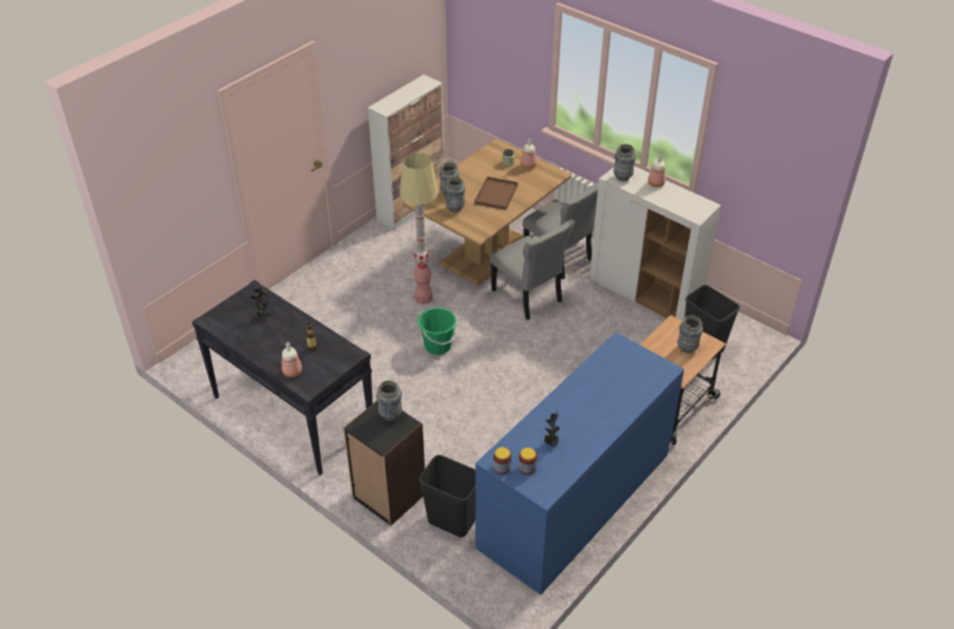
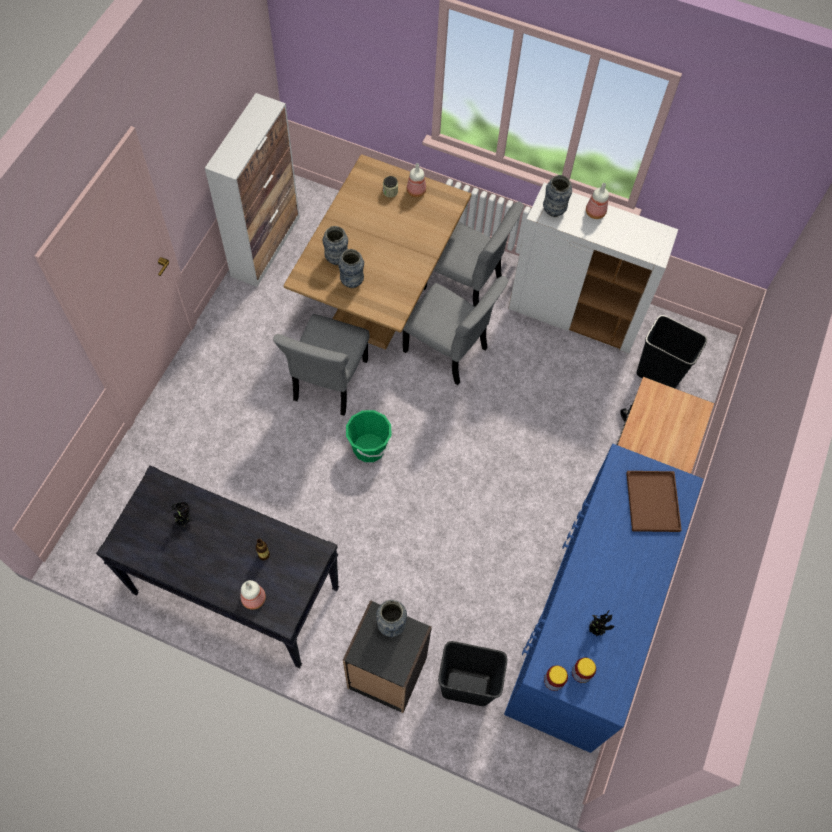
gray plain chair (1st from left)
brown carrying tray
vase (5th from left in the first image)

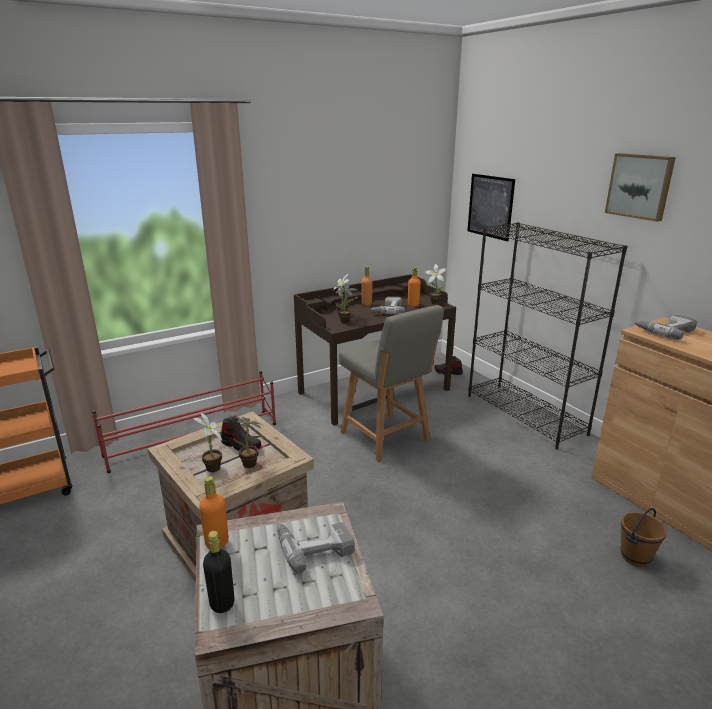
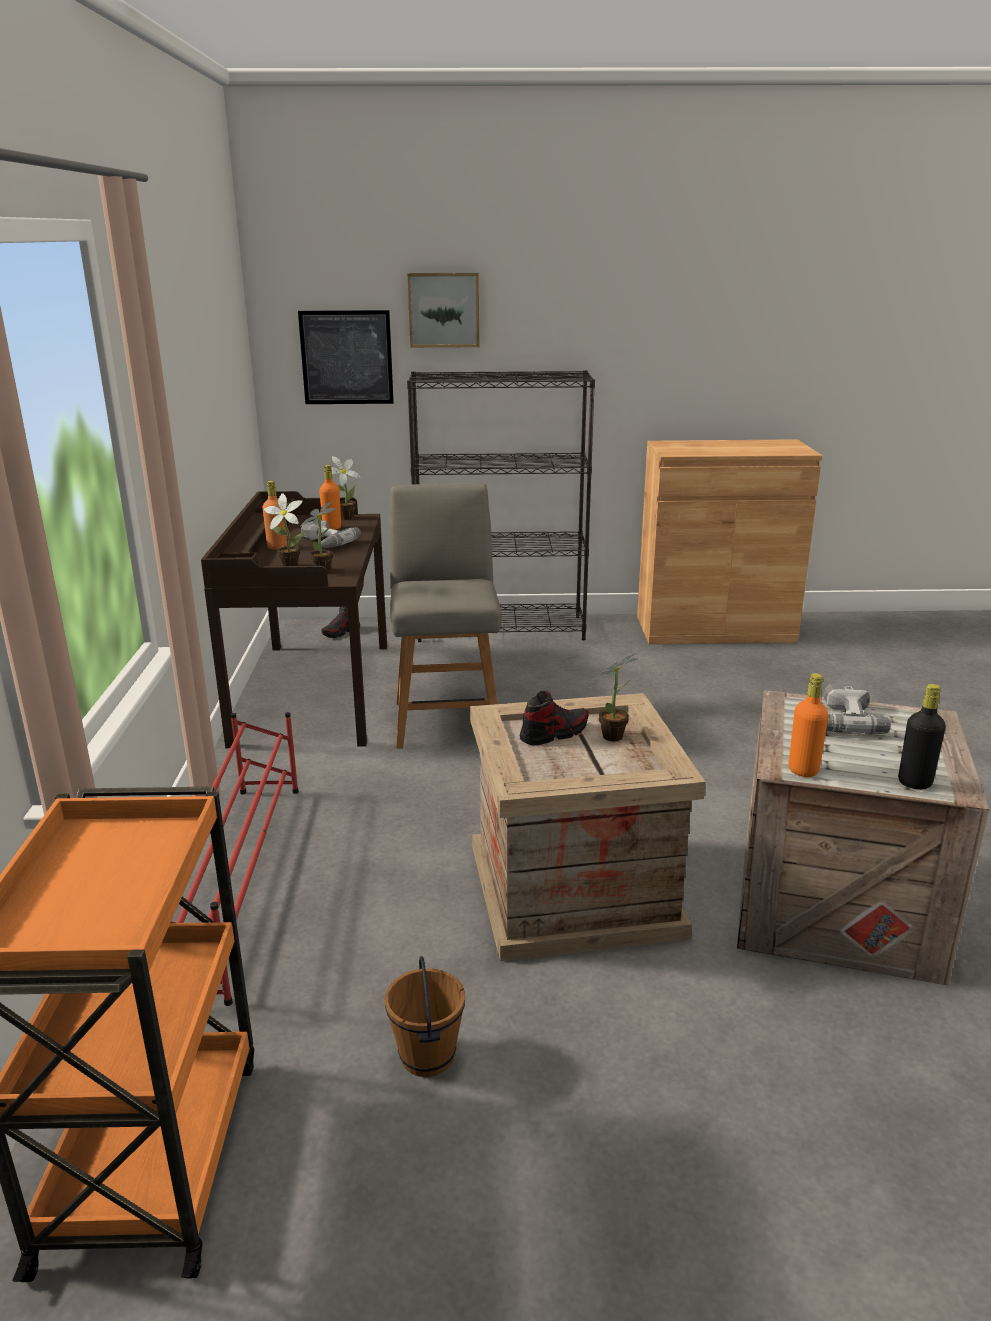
picture (2nd from left)
gray plain chair
electric drill (3rd from left in the first image)
houseplant (1st from left in the first image)
brown water bucket

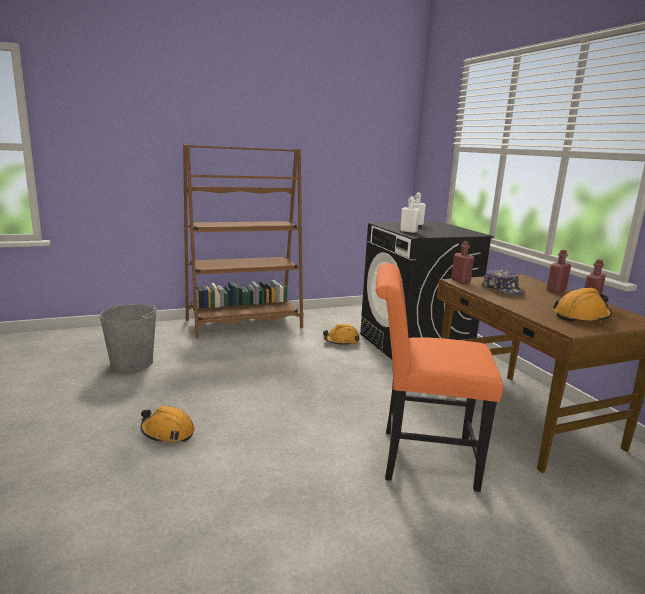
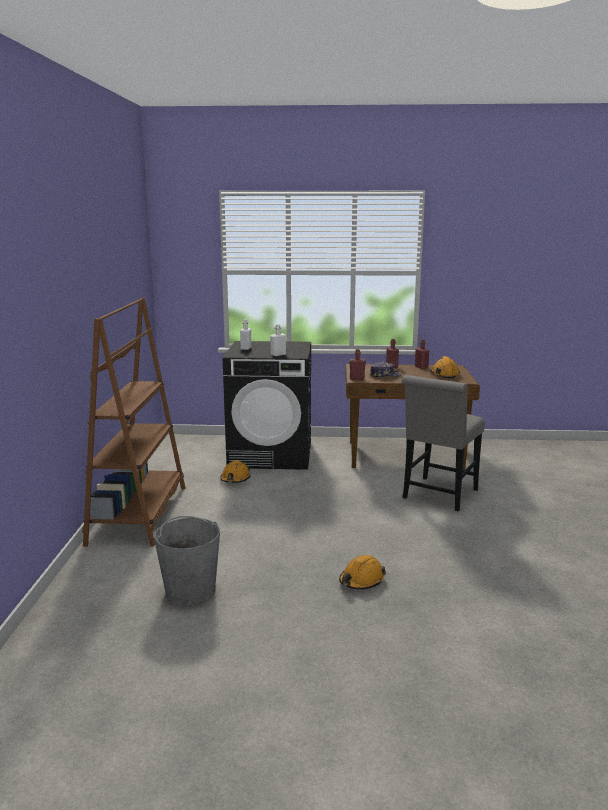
gray plain chair

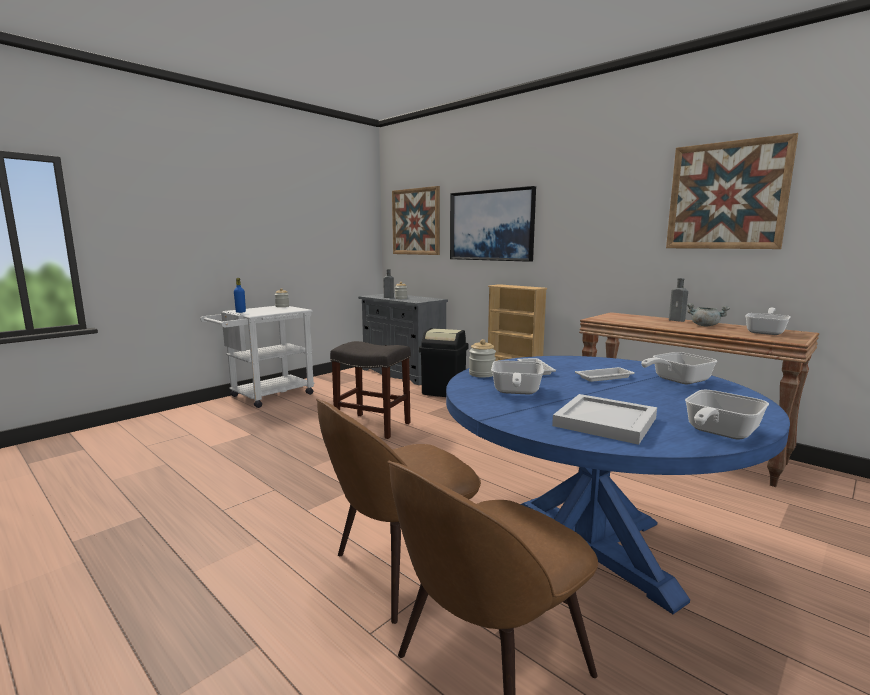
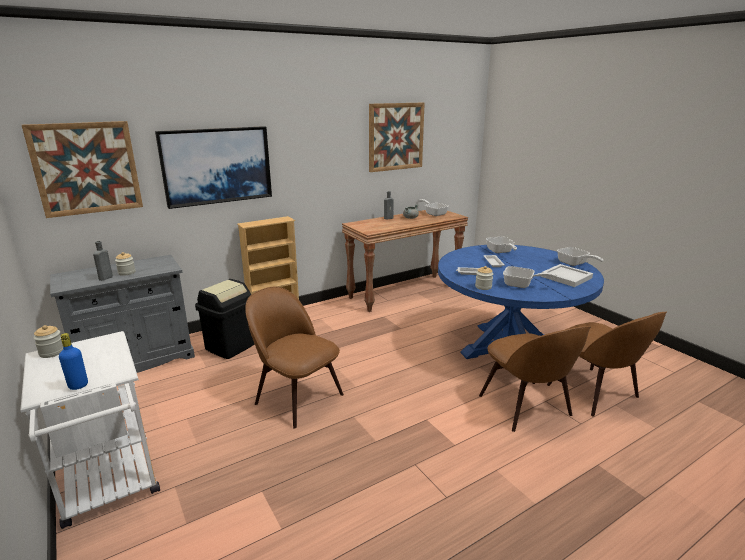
brown plain chair (1st from left)

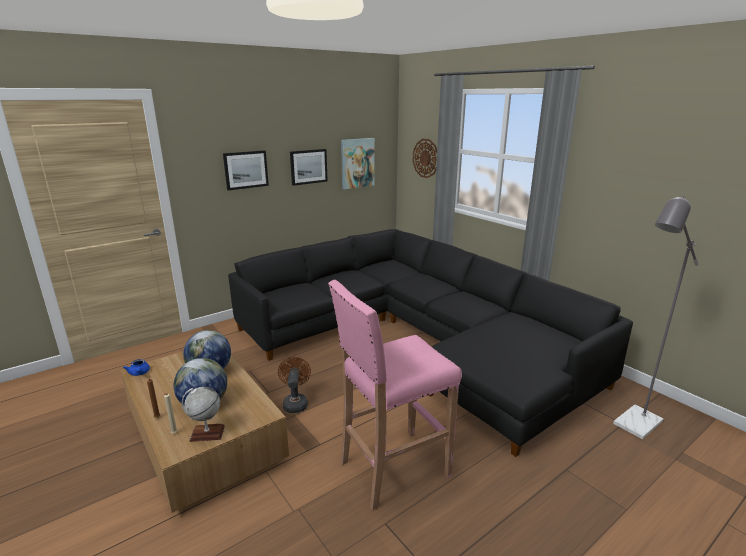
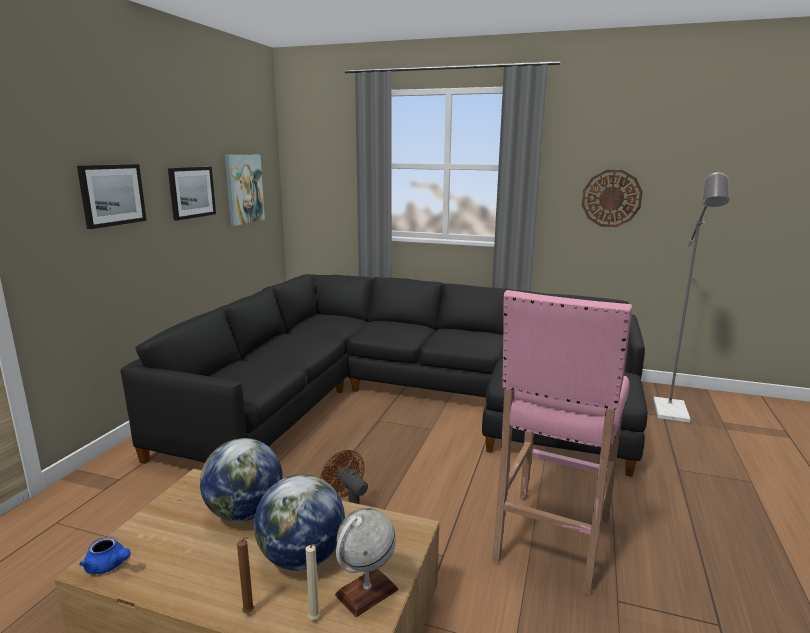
wall clock

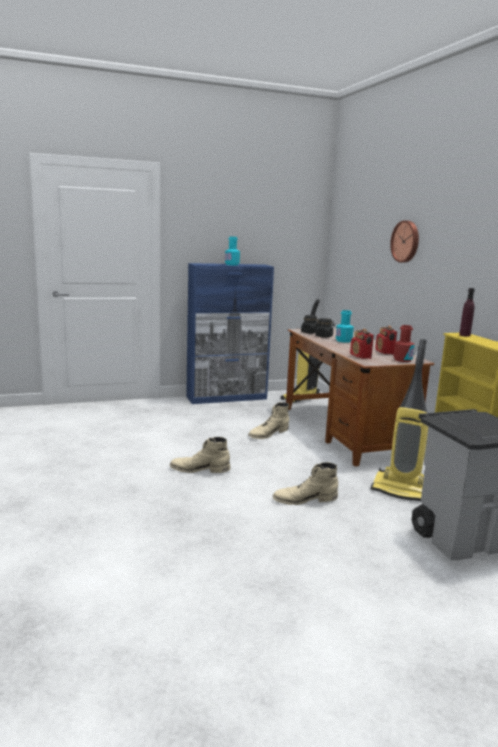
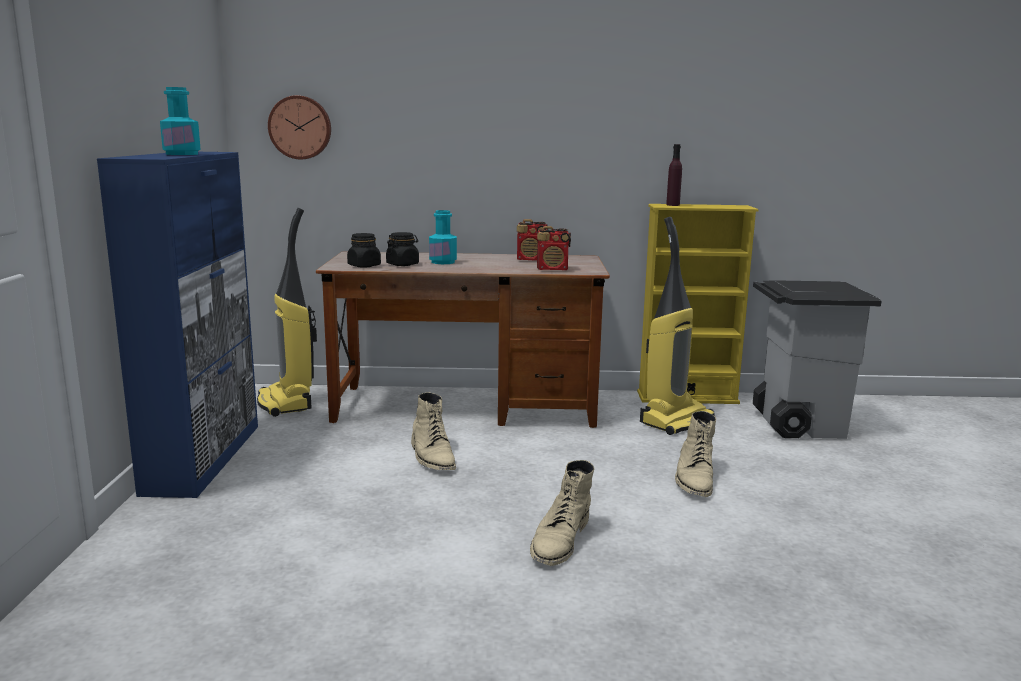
wall clock
red-coloured drink bottle

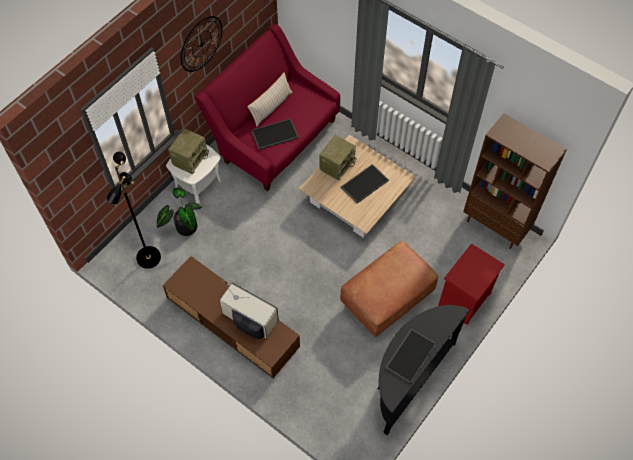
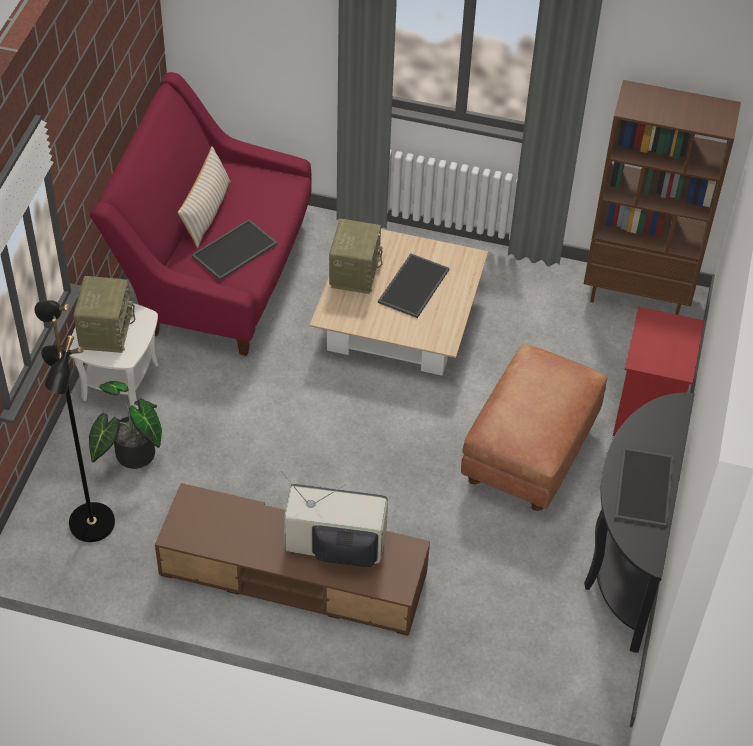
wall clock

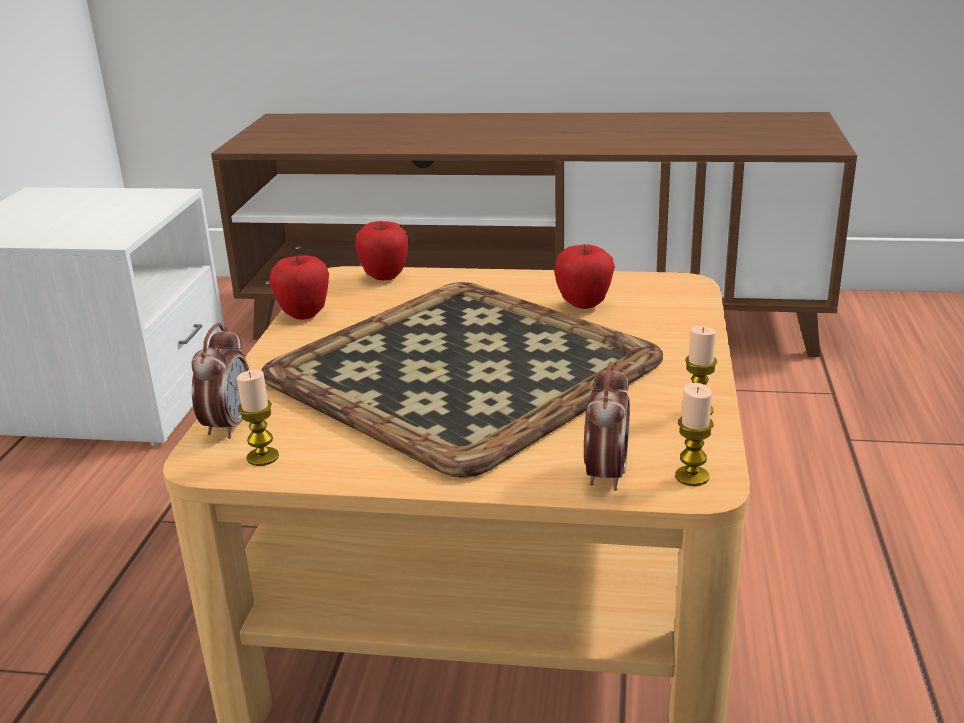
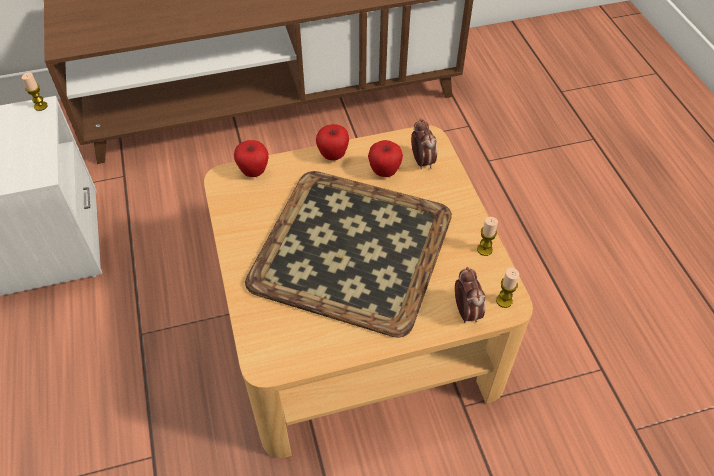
whole apple (2nd from left)
alarm clock (1st from left)
wax light (1st from left)

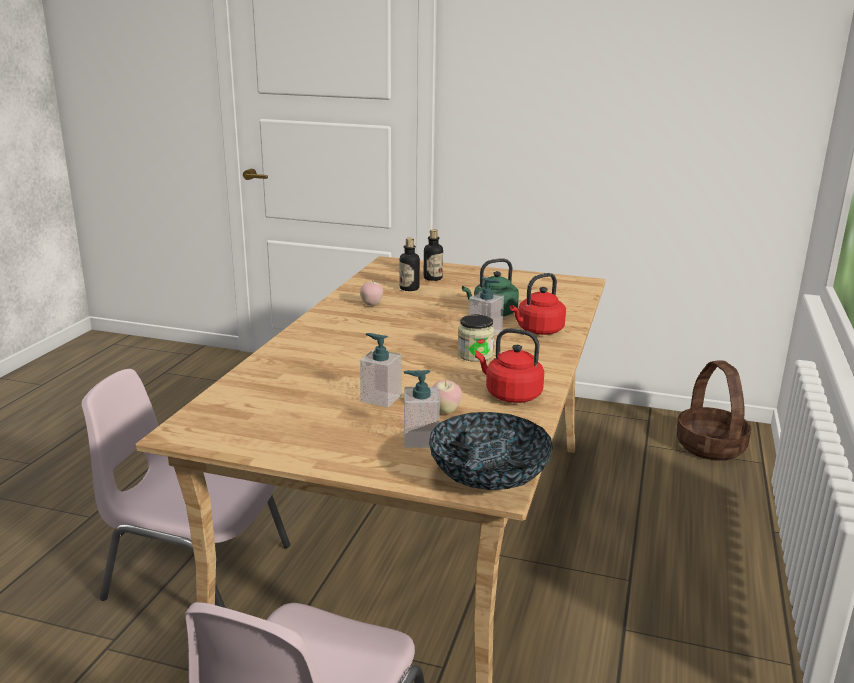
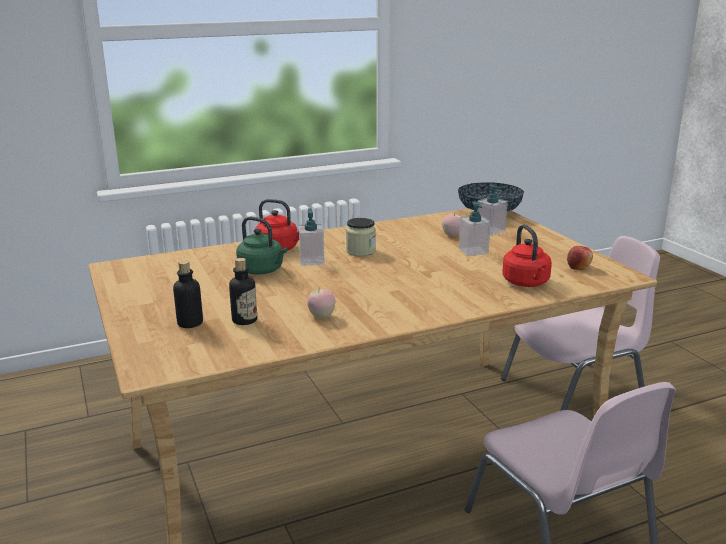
red-coloured kettle (2nd from left)
household basket
whole apple (3rd from left)

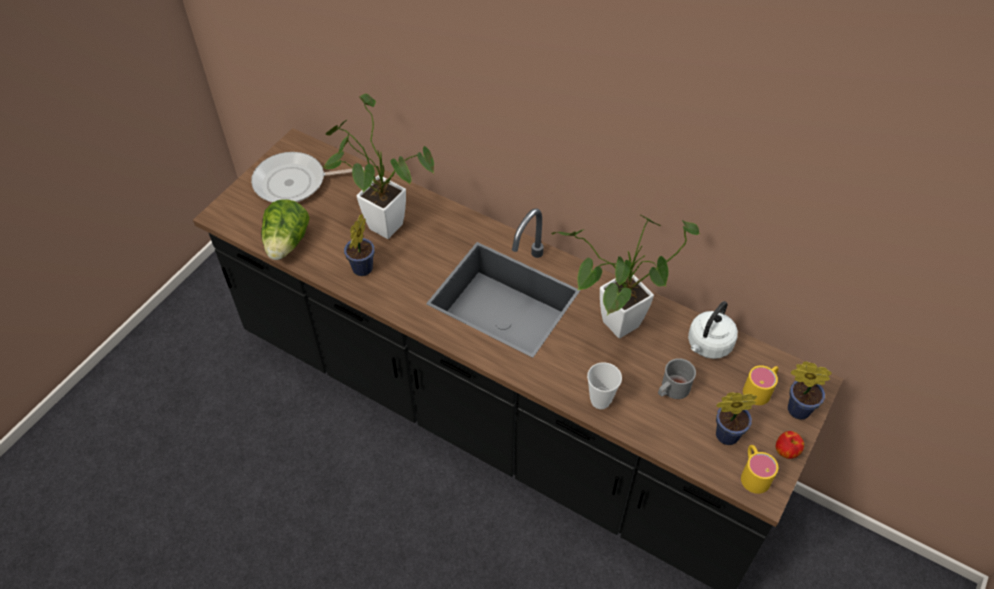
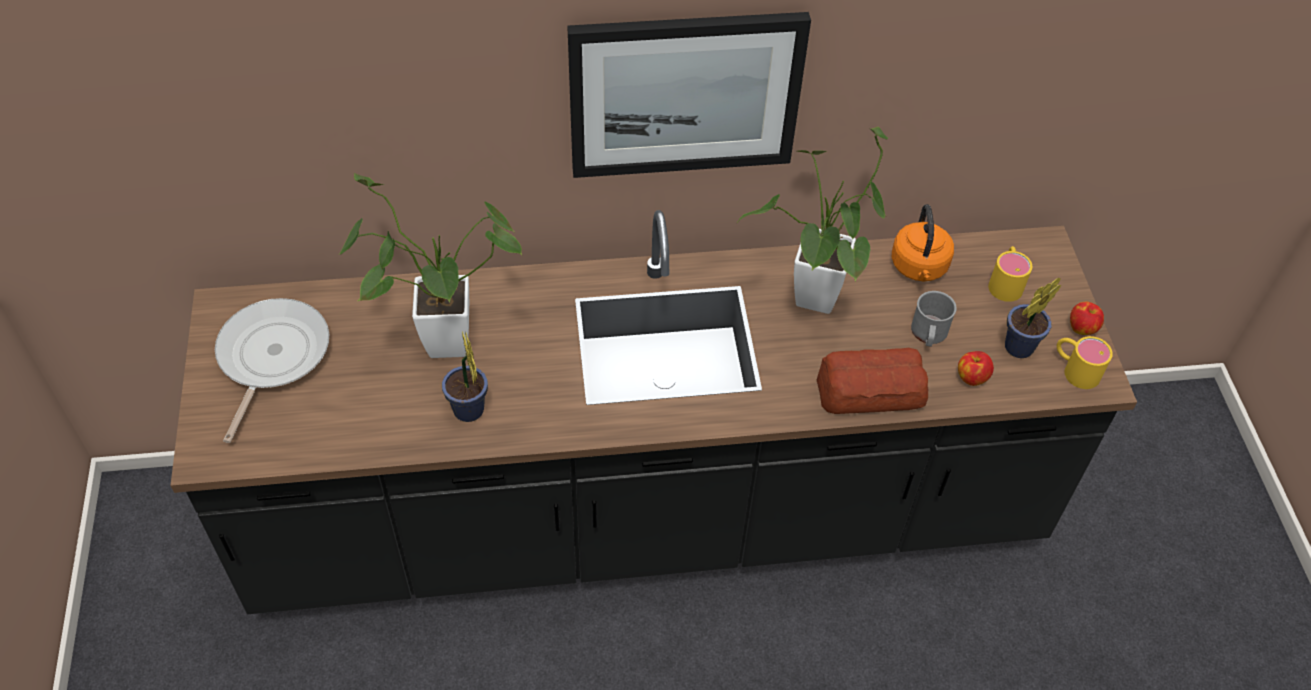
pan
head of lettuce
orange kettle
houseplant (5th from left in the first image)
bakery bread
picture
whole apple (1st from left)

